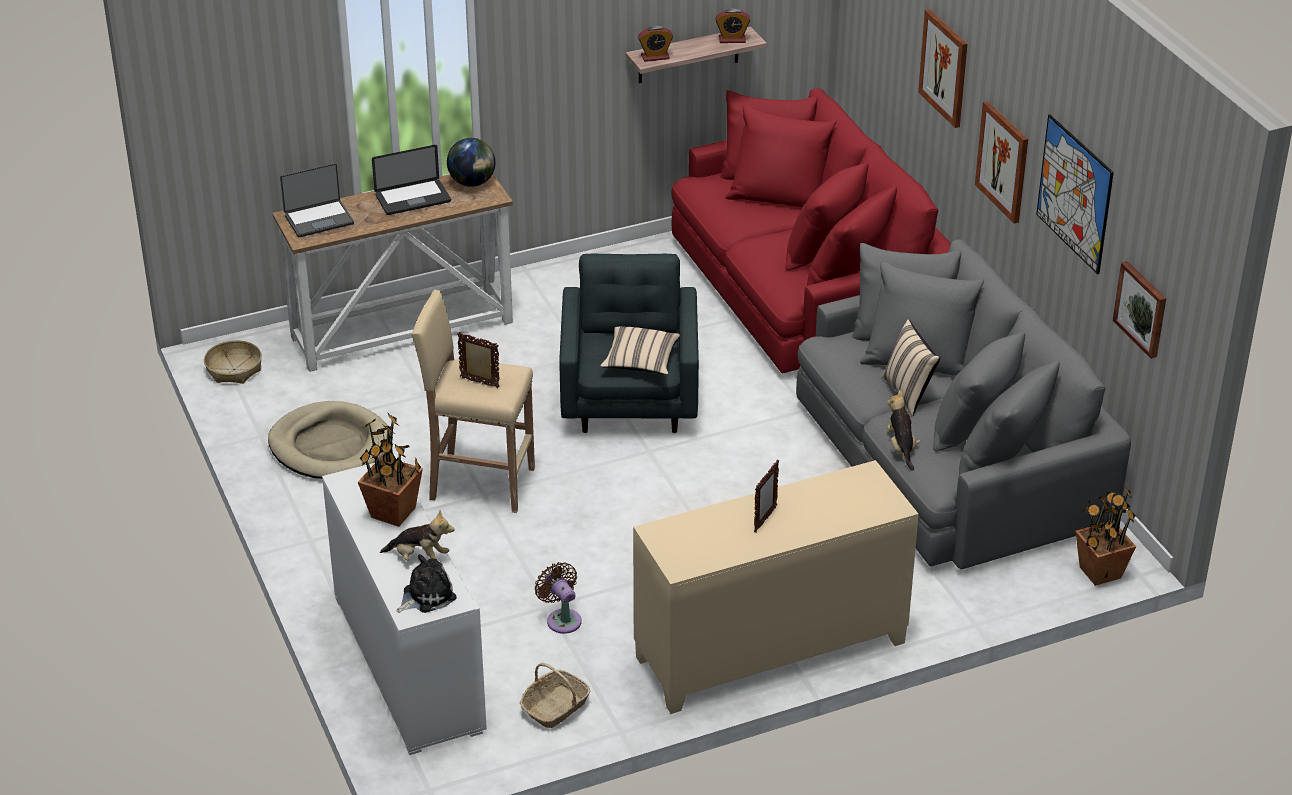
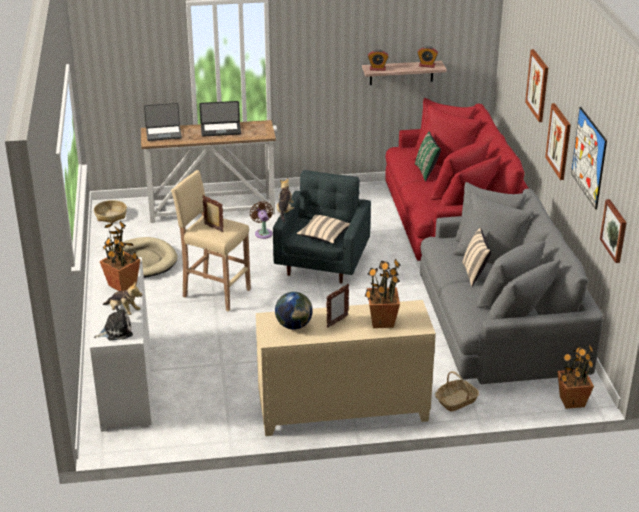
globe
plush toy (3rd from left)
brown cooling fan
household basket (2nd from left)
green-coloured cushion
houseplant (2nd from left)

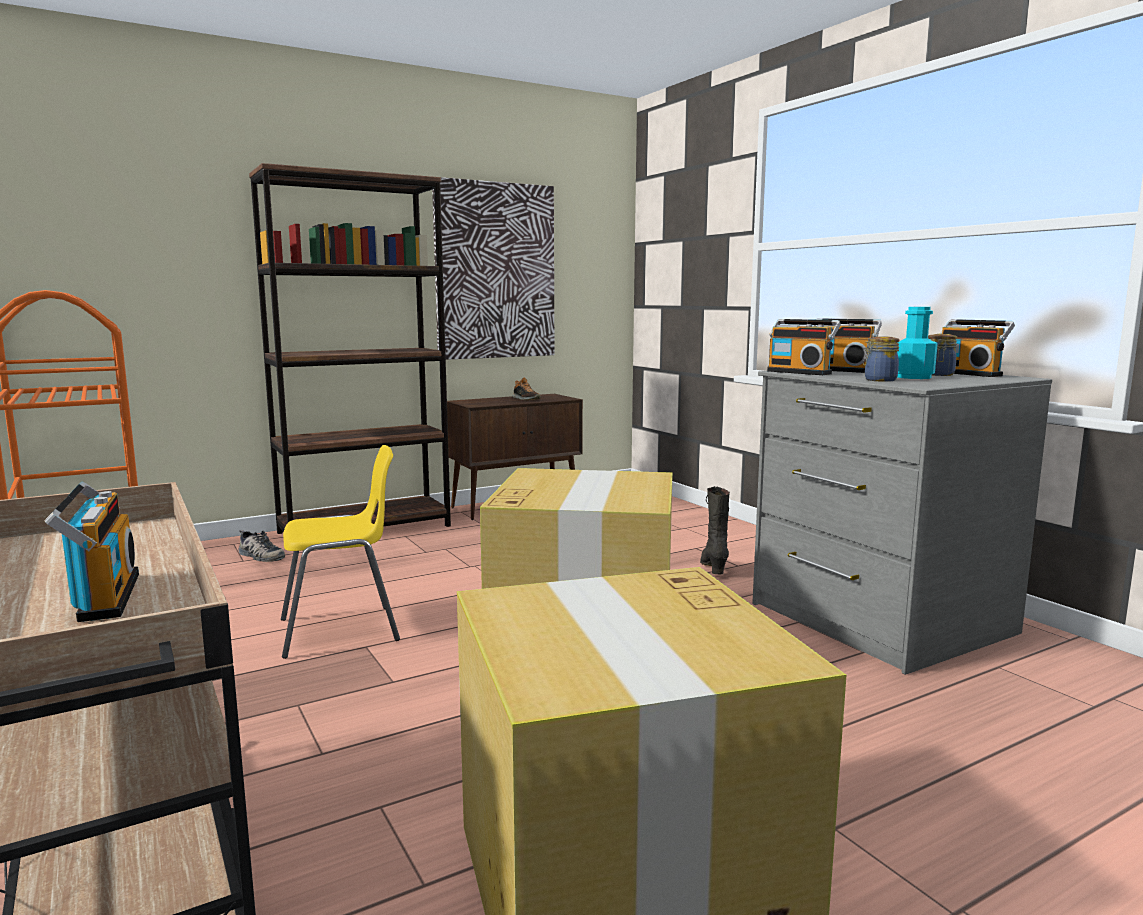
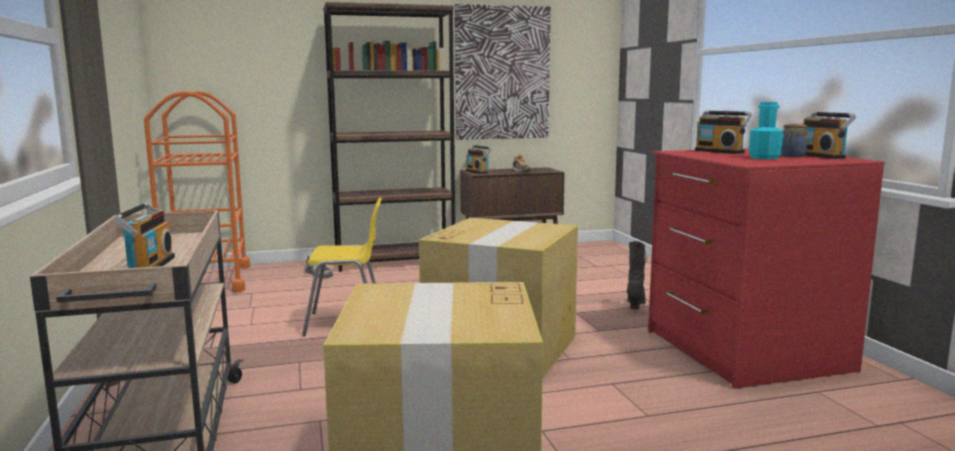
radio receiver (2nd from left)
jar (1st from left in the first image)
red-coloured drawer chest

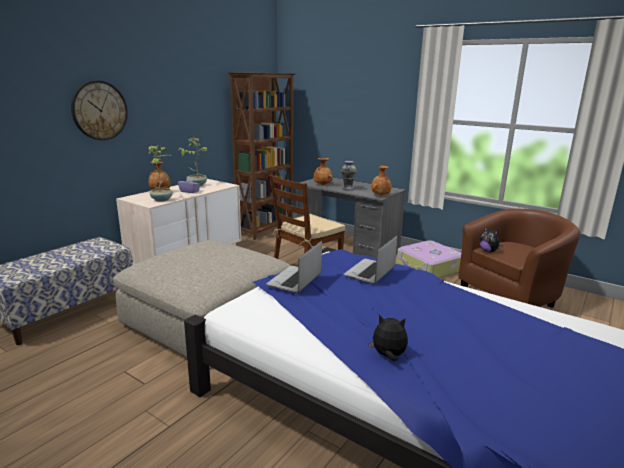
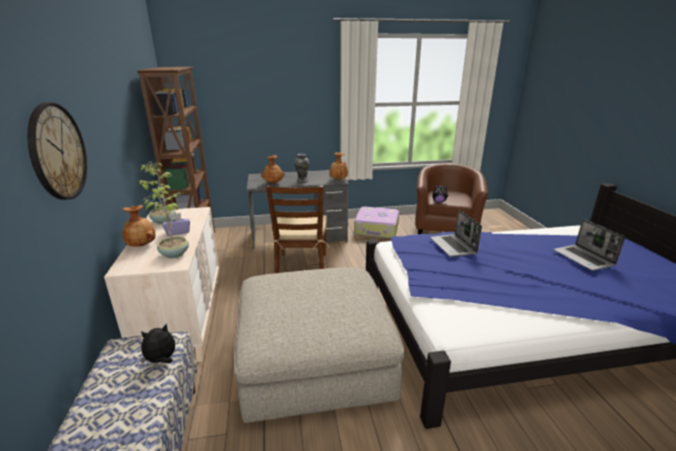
laptop (2nd from left)
plush toy (1st from left)

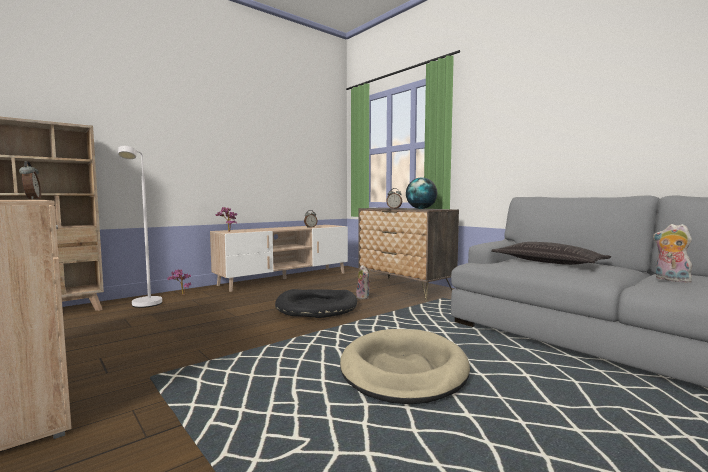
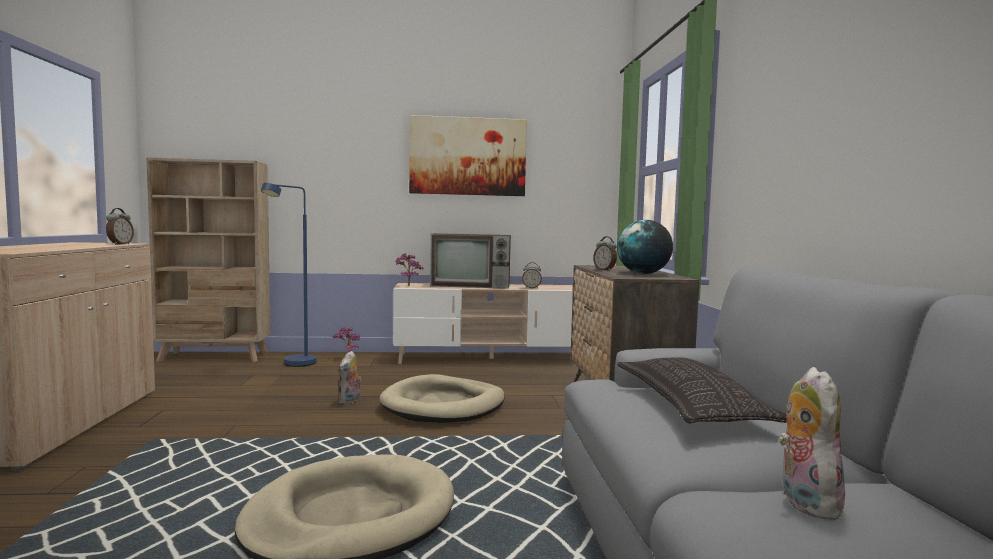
bluish standing lamp
plush toy (1st from left)
beige dog cushion (2nd from left)
picture
TV

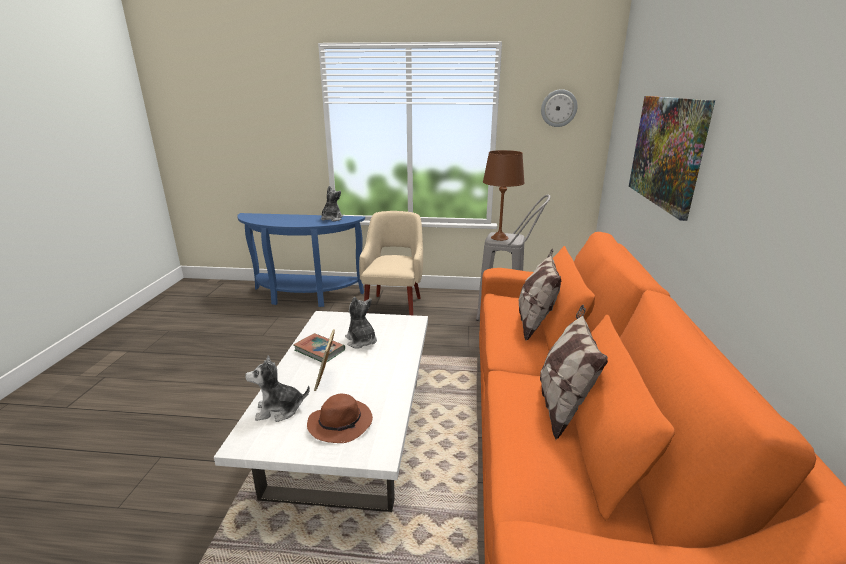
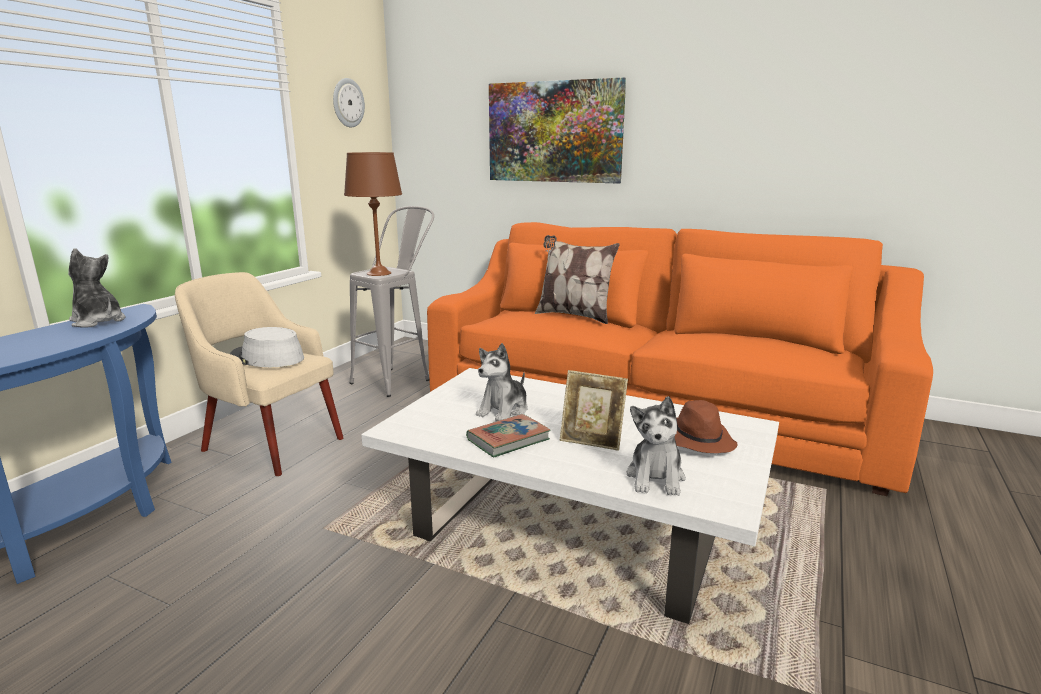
plush toy (2nd from left)
cushion (2nd from left in the first image)
gray wearable hat

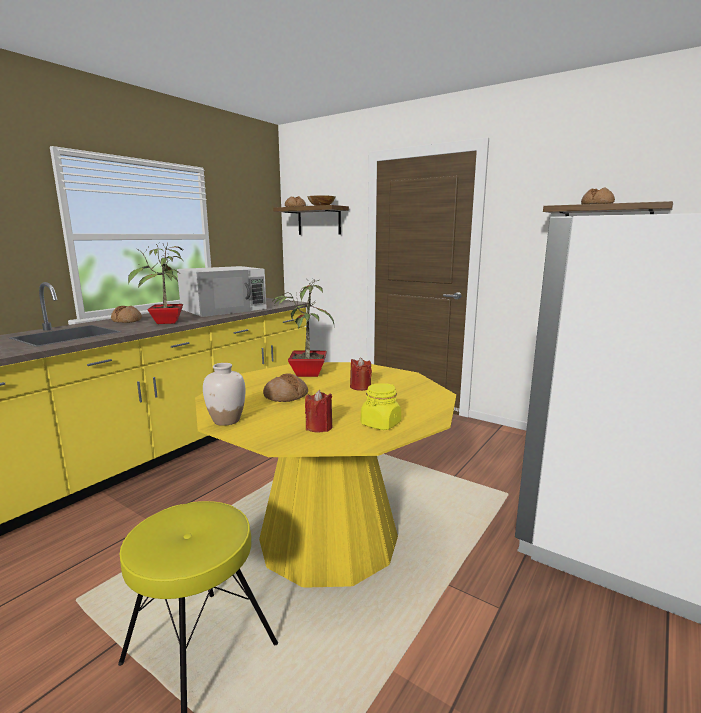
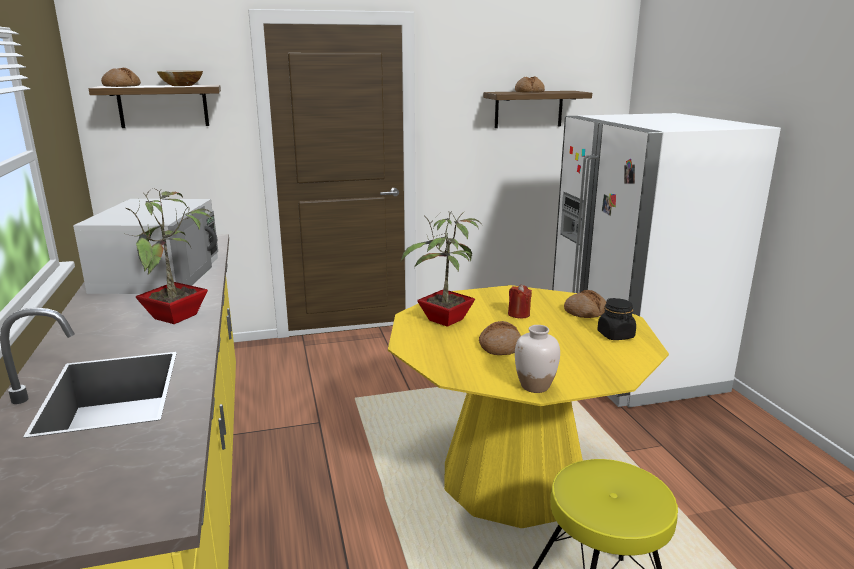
bakery bread (4th from left)
black-coloured jar
red-coloured wax light (1st from left in the first image)

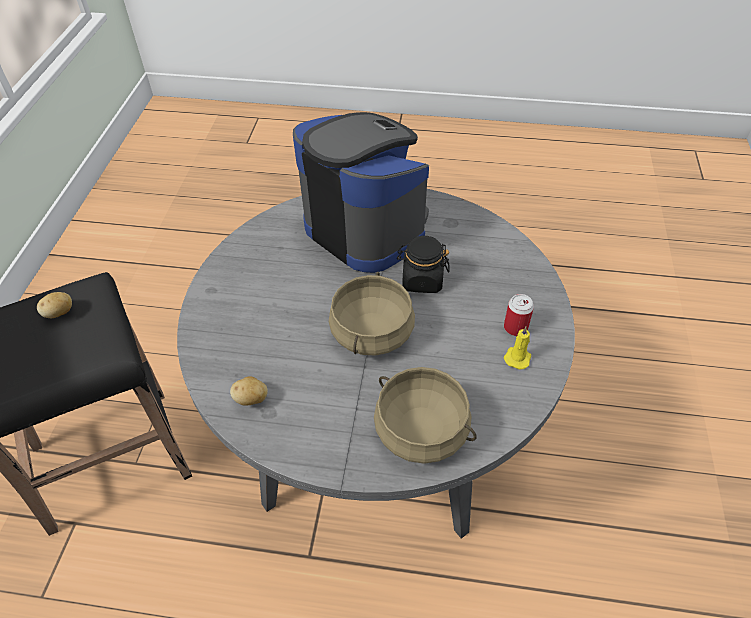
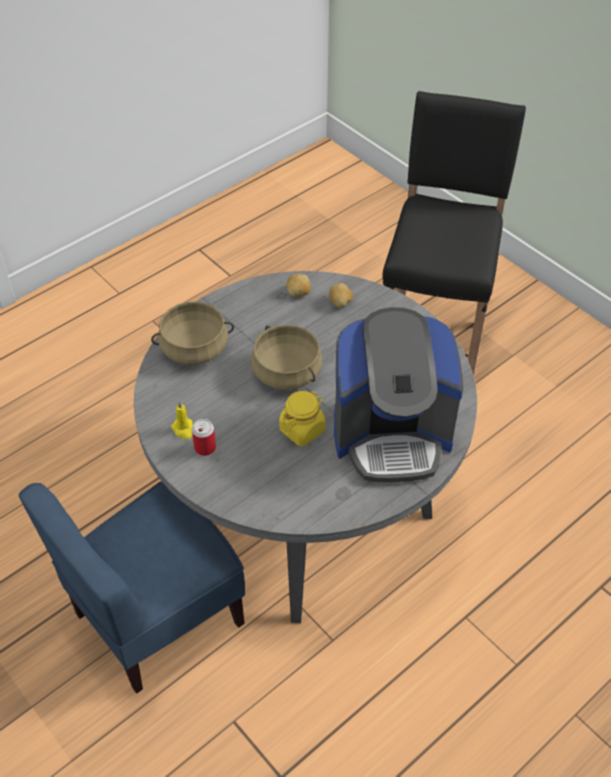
yellow jar
whole potato (2nd from left)
bluish plain chair

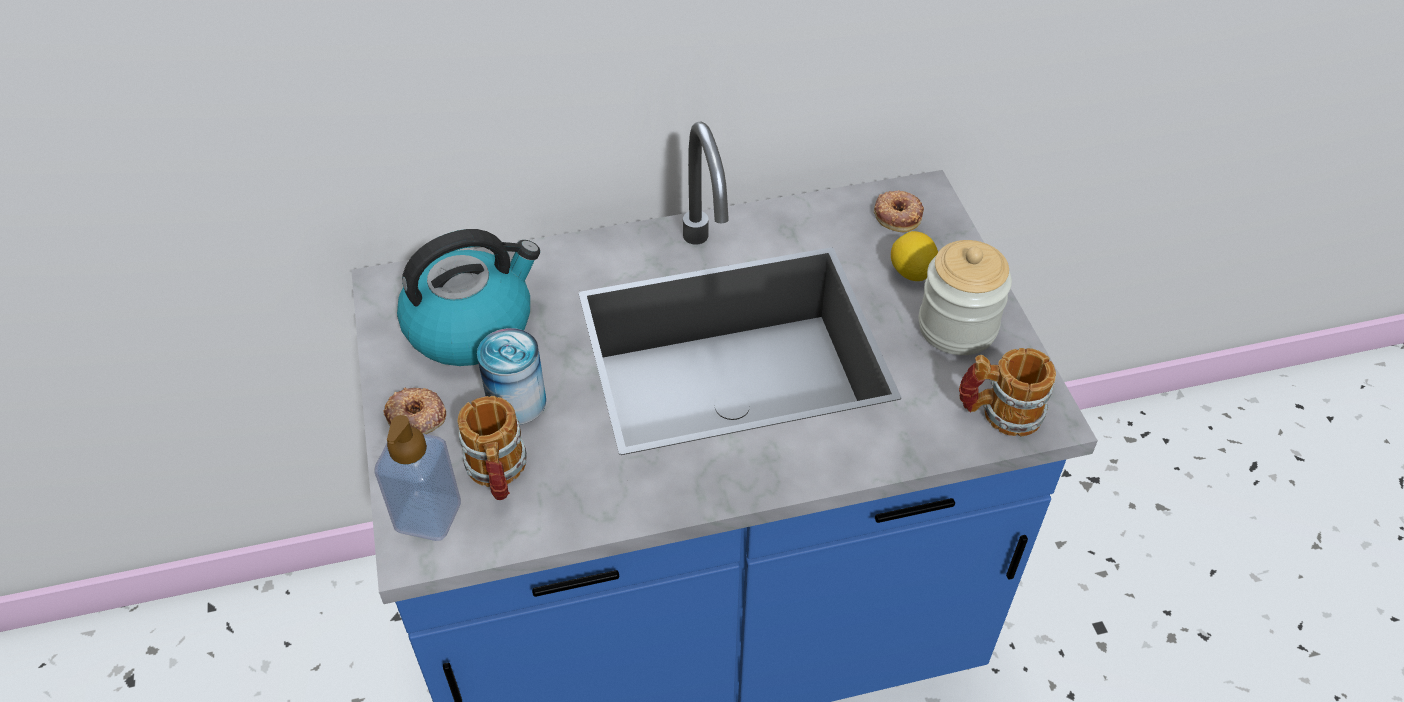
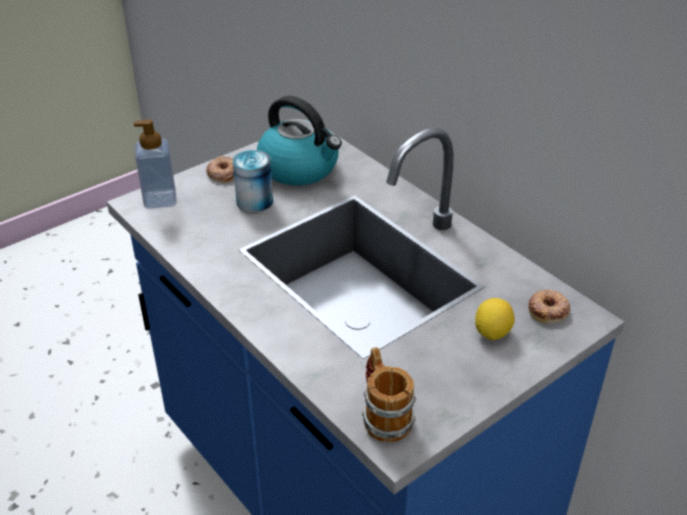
jar
coffee mug (1st from left in the first image)

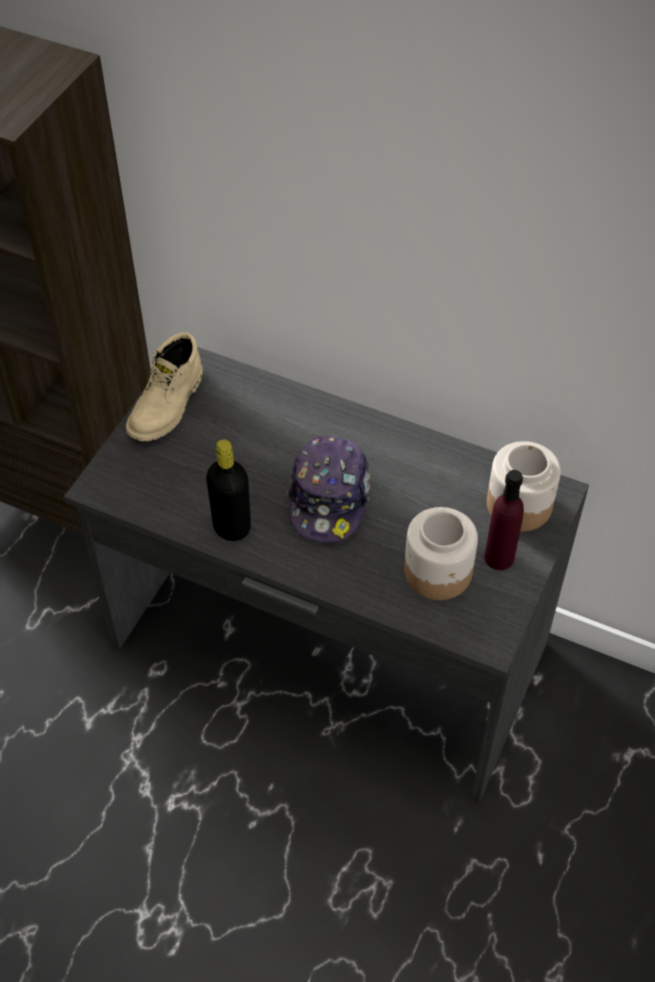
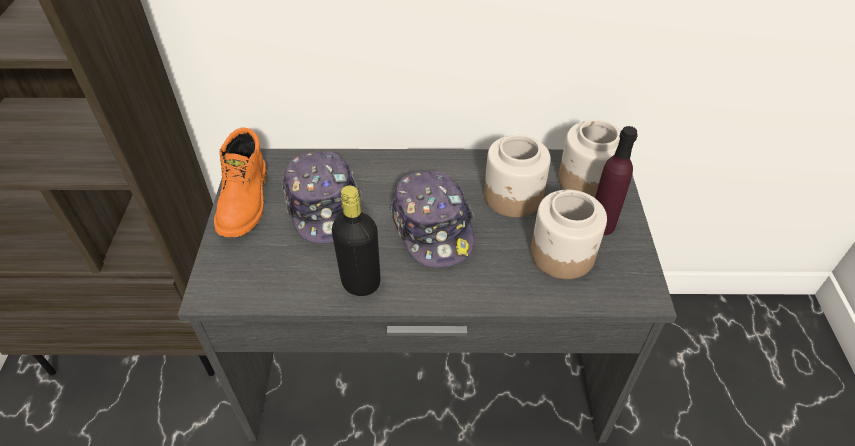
orange boot
jar (1st from left)
baseball cap (1st from left)

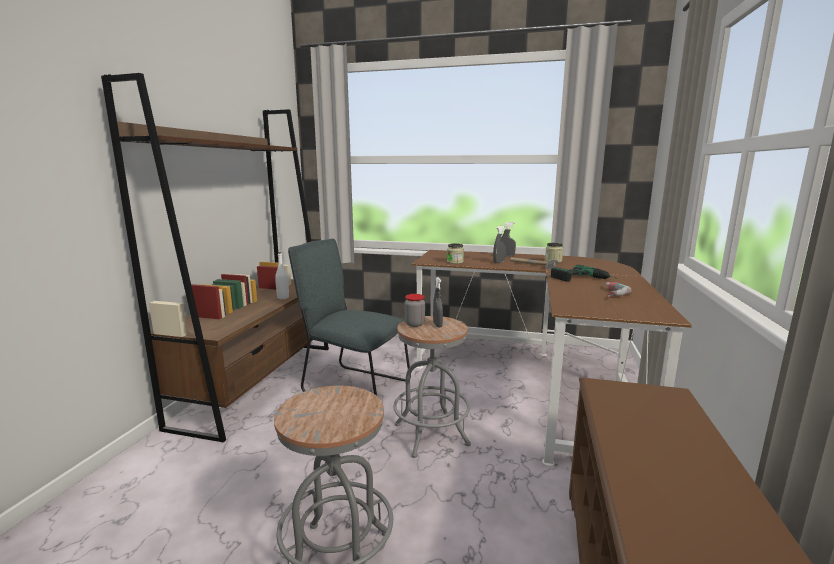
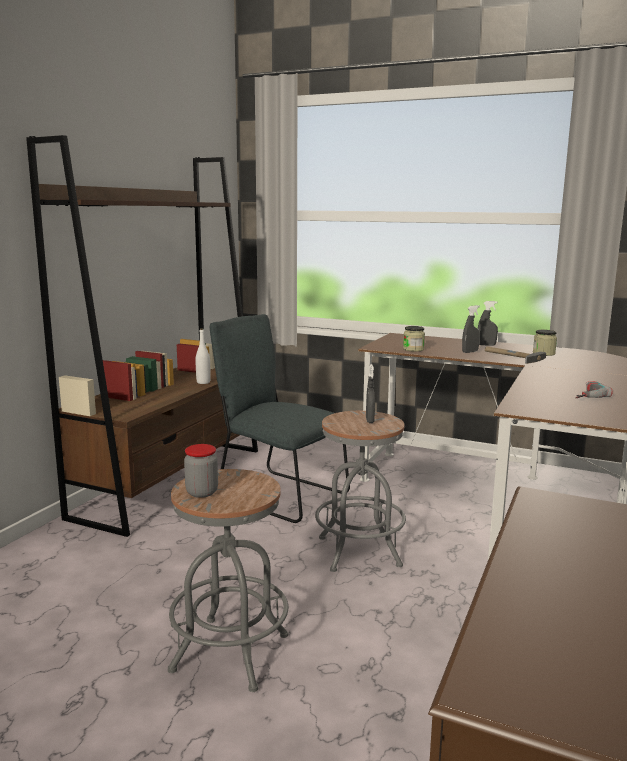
electric drill (1st from left in the first image)
jar (1st from left)

